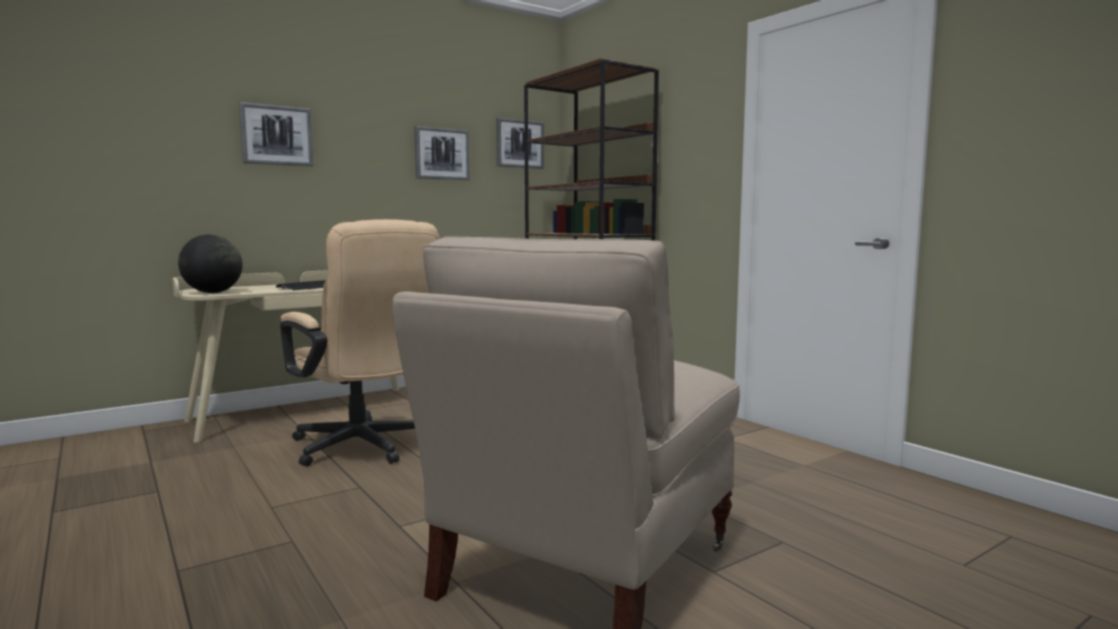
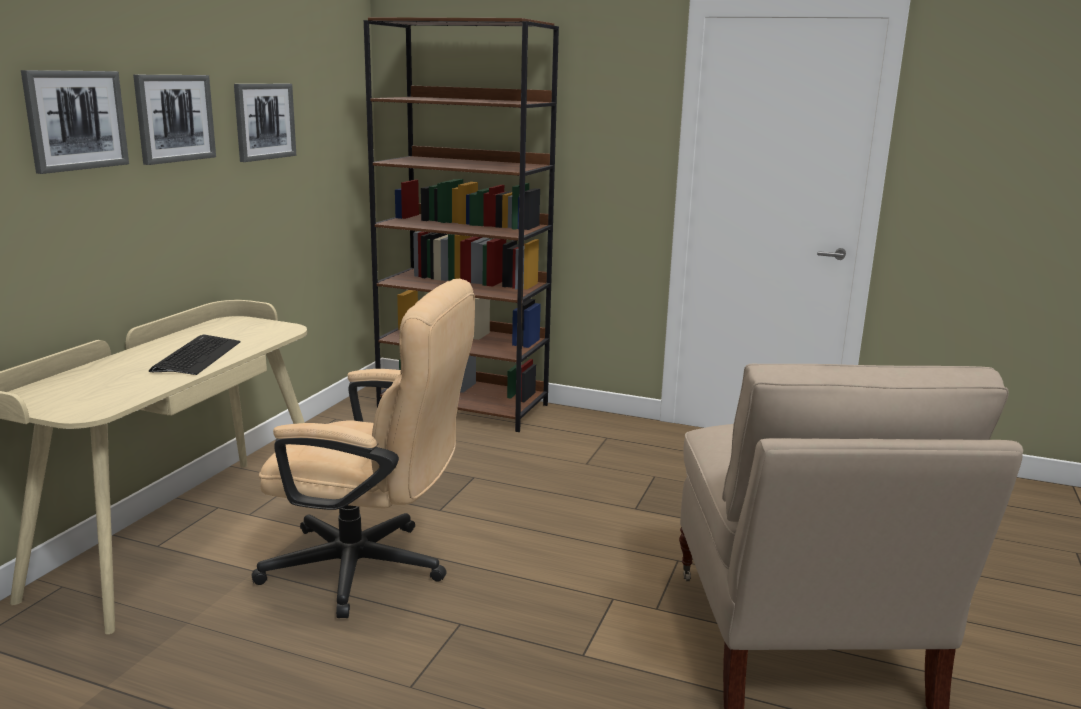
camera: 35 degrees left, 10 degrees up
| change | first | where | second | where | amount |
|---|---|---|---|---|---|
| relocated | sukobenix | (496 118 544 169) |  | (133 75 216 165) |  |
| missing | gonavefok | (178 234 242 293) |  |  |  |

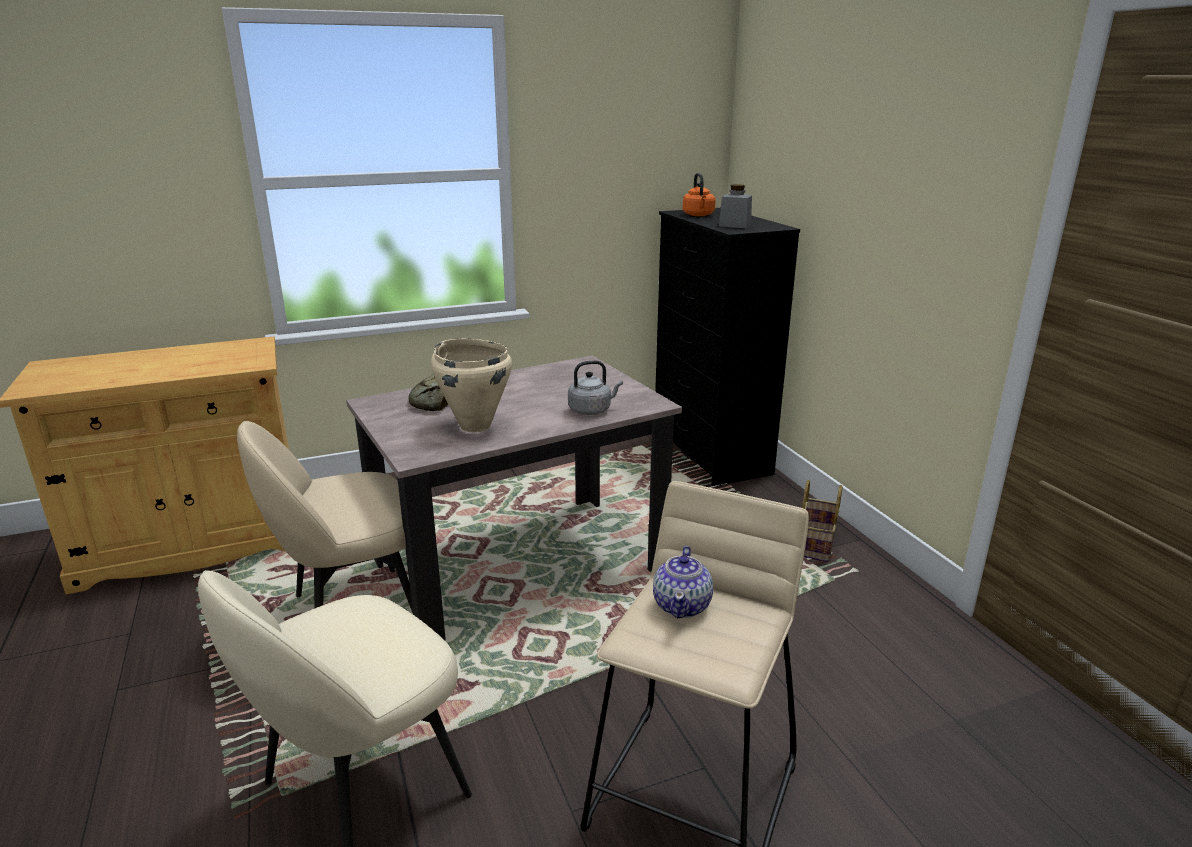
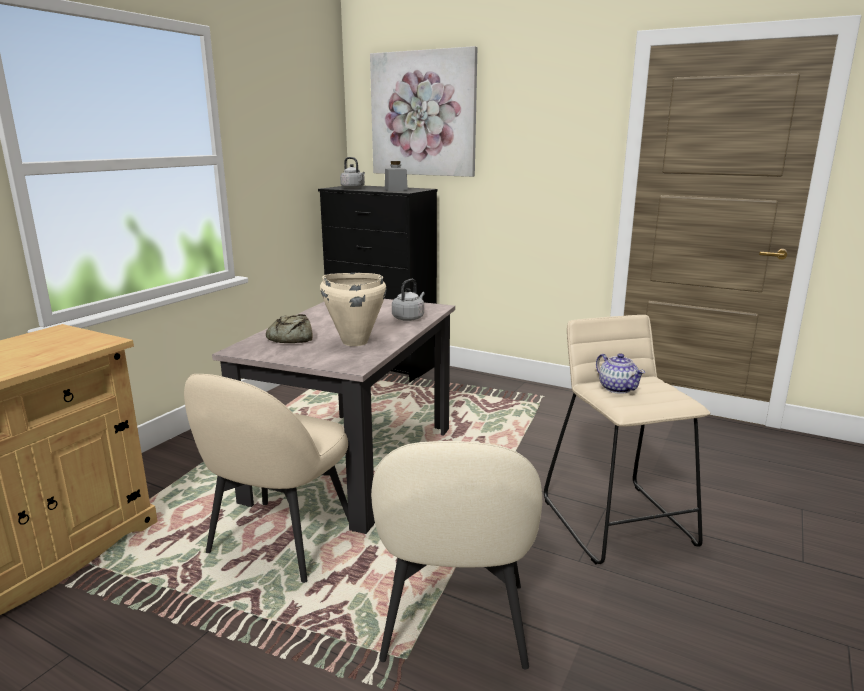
camera: 40 degrees left, 5 degrees down
| change | first | where | second | where | amount |
|---|---|---|---|---|---|
| colour | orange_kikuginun | (682 173 716 216) | grey_kikuginun | (340 157 365 189) |  |
| appeared |  |  | sukobenix | (370 46 477 177) |  |
| missing | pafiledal | (802 480 842 562) |  |  |  |

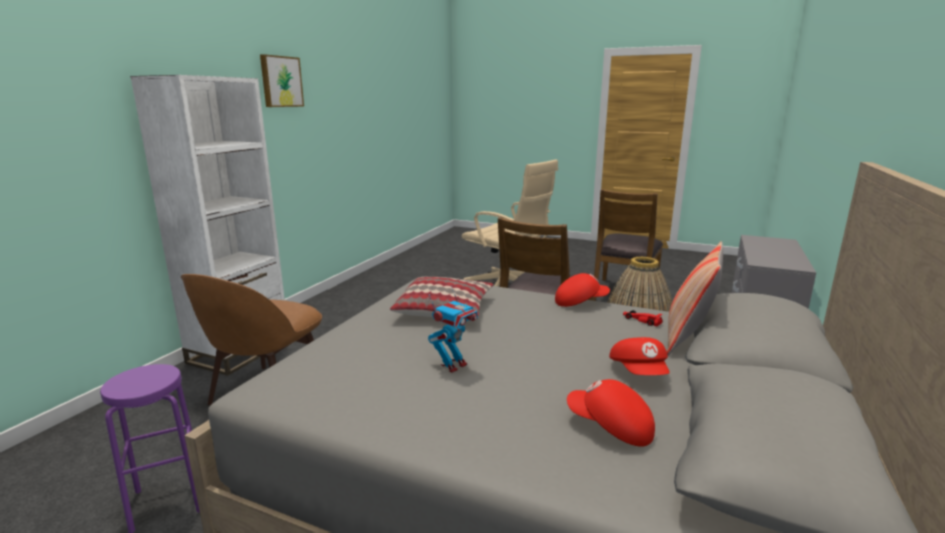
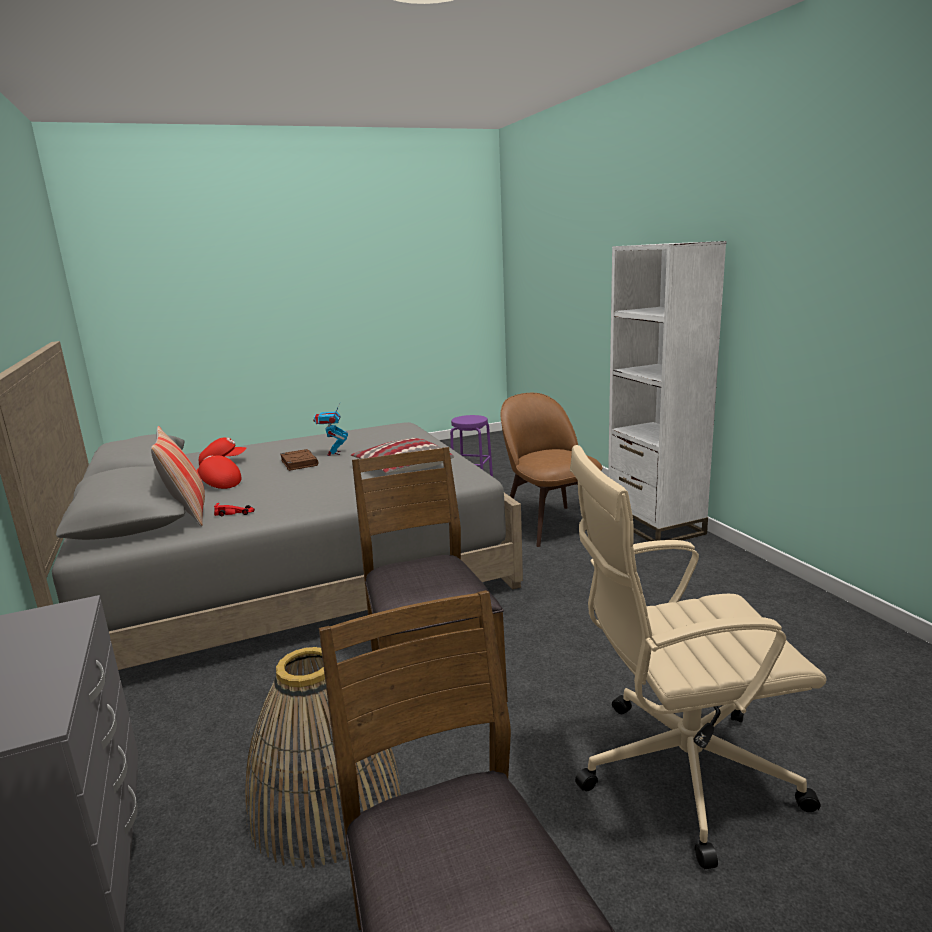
camera: 135 degrees right, 0 degrees up
| change | first | where | second | where | amount |
|---|---|---|---|---|---|
| appeared |  |  | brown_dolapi | (280 449 319 471) |  |
| missing | sukobenix | (260 54 304 107) |  |  |  |
| missing | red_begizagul | (555 273 610 307) |  |  |  |

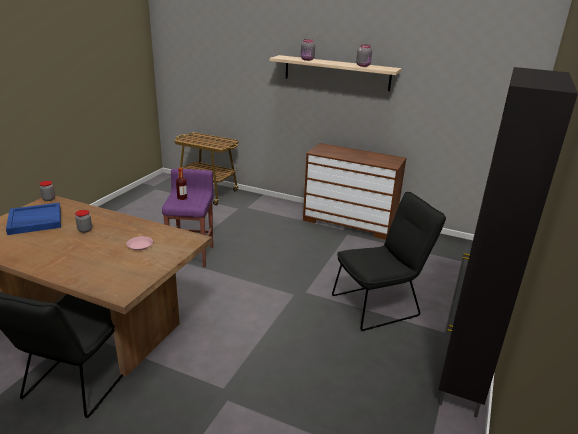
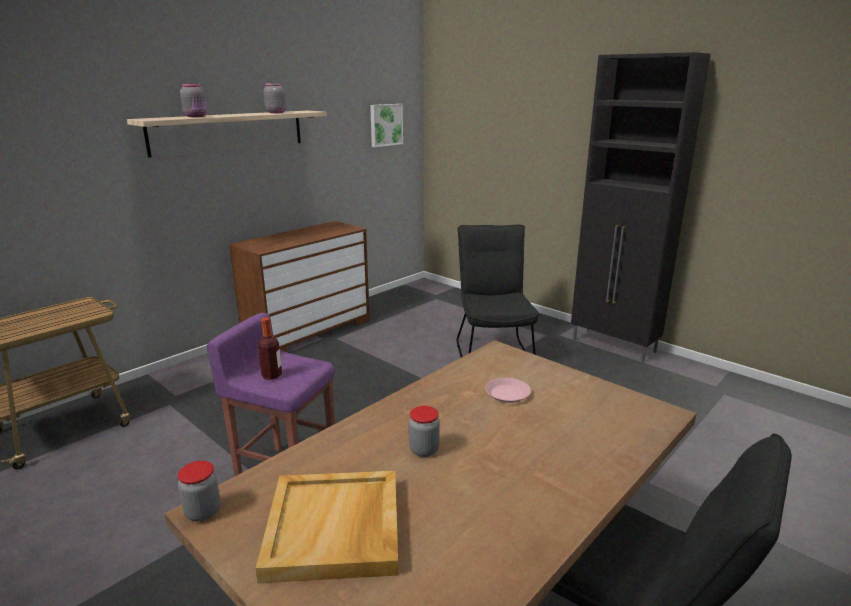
camera: 70 degrees left, 5 degrees down
| change | first | where | second | where | amount |
|---|---|---|---|---|---|
| colour | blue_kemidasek | (6 203 61 235) | beige_kemidasek | (255 471 398 583) |  |
| appeared |  |  | sukobenix | (370 104 403 147) |  |

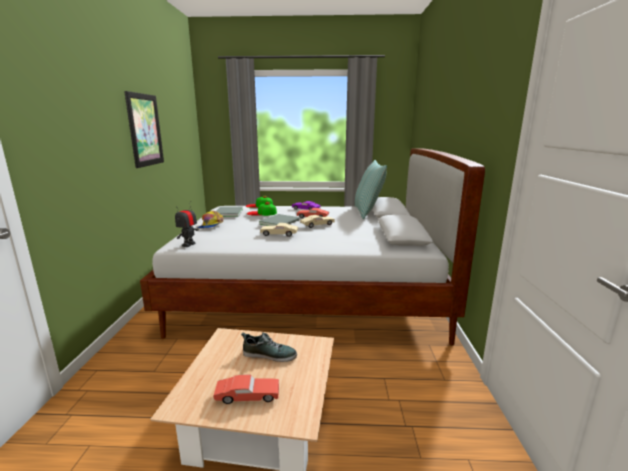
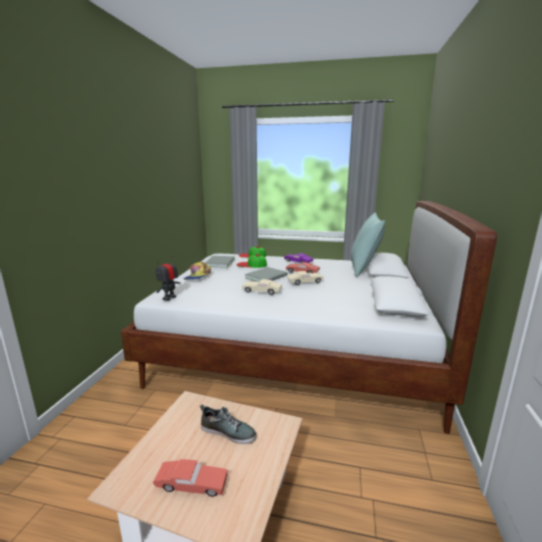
camera: 10 degrees right, 0 degrees up
| change | first | where | second | where | amount |
|---|---|---|---|---|---|
| missing | sukobenix | (124 91 164 168) |  |  |  |

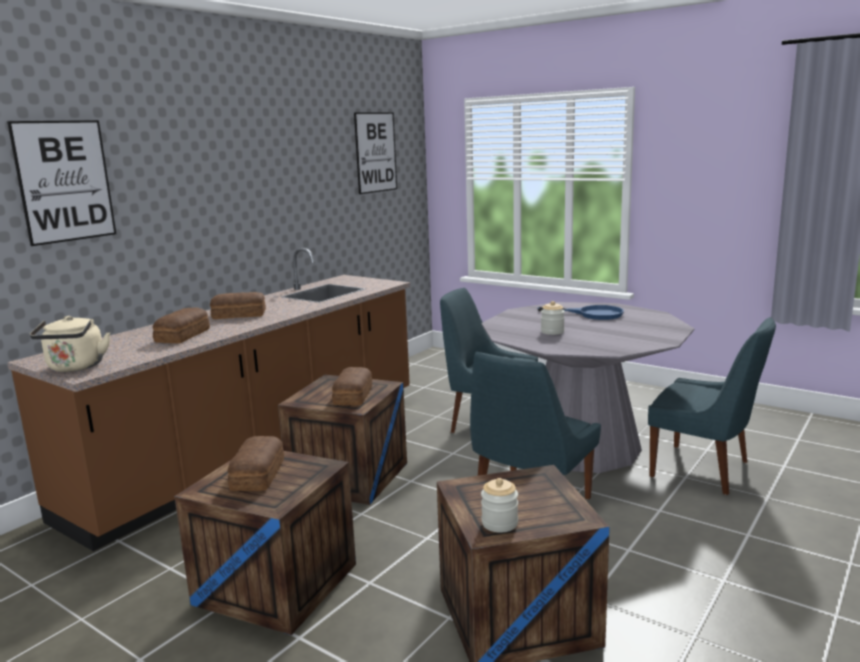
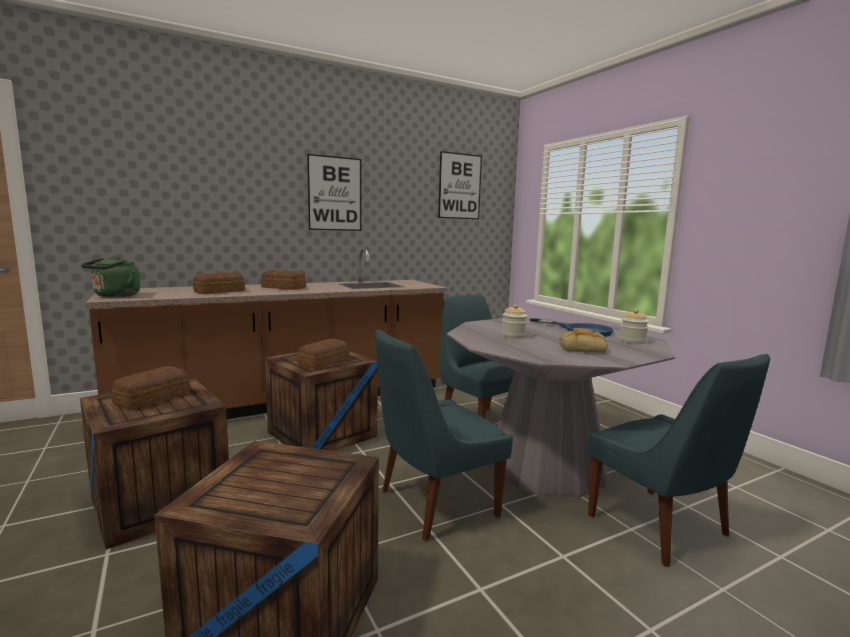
camera: 25 degrees right, 5 degrees down
| change | first | where | second | where | amount |
|---|---|---|---|---|---|
| colour | beige_kikuginun | (30 316 110 372) | green_kikuginun | (81 256 140 297) |  |
| relocated | sukobenix | (7 120 116 246) |  | (307 154 361 231) |  |
| appeared |  |  | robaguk | (559 328 608 353) |  |
| relocated | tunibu | (481 478 518 533) |  | (620 309 649 344) |  |

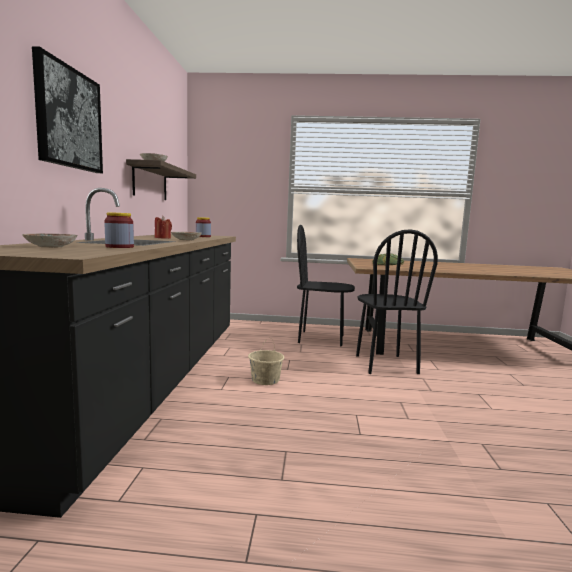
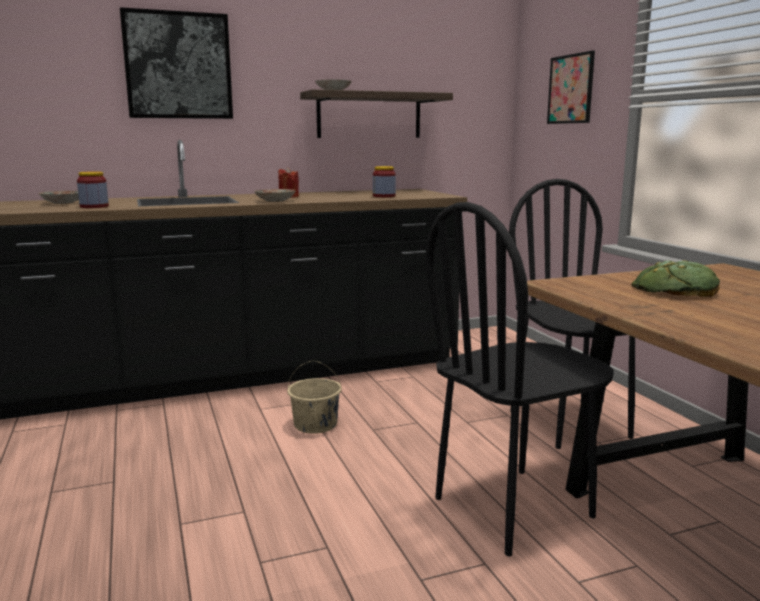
camera: 65 degrees right, 5 degrees up
| change | first | where | second | where | amount |
|---|---|---|---|---|---|
| appeared |  |  | sukobenix | (547 51 595 124) |  |

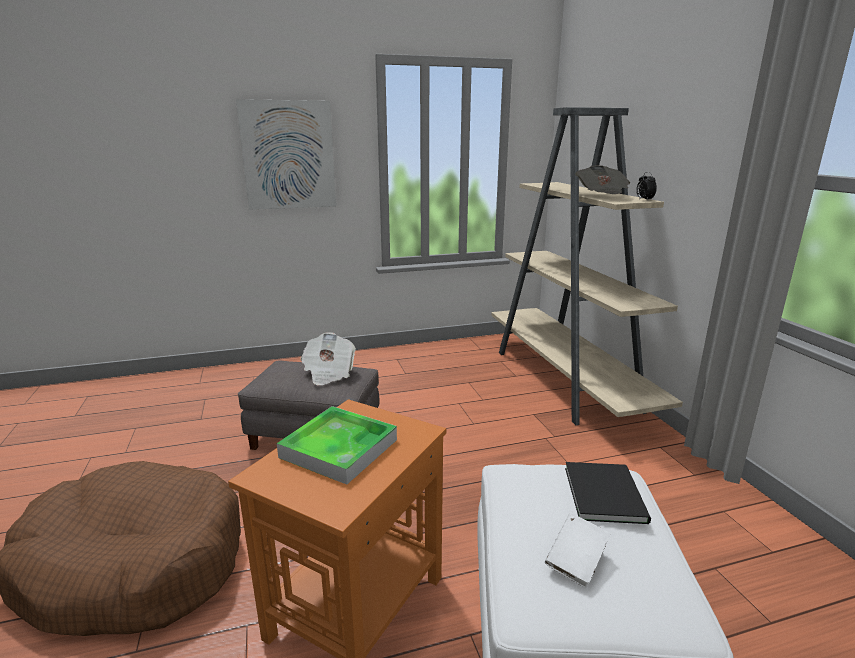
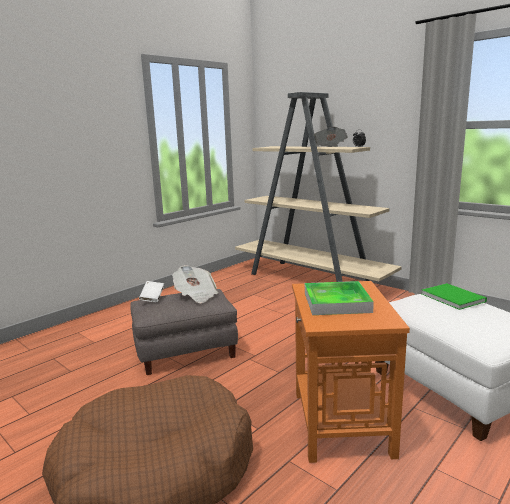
camera: 30 degrees left, 5 degrees down
| change | first | where | second | where | amount |
|---|---|---|---|---|---|
| relocated | white_dolapi | (545 513 610 587) |  | (139 281 164 302) |  |
| colour | black_dolapi | (565 462 651 524) | green_dolapi | (422 283 487 310) |  |
| missing | sukobenix | (236 99 336 210) |  |  |  |

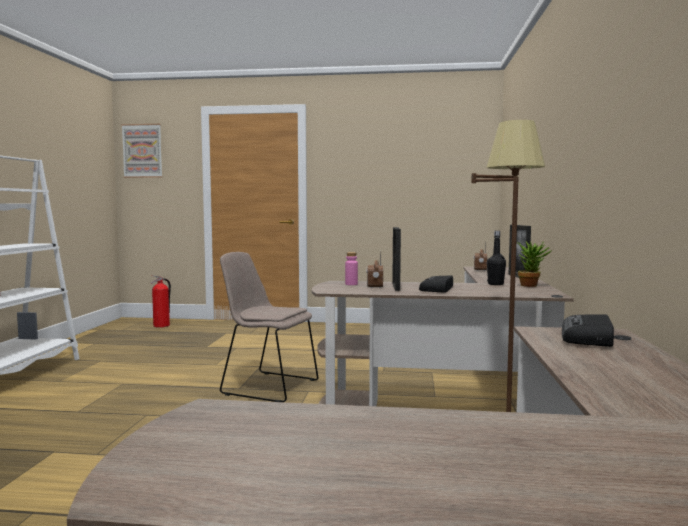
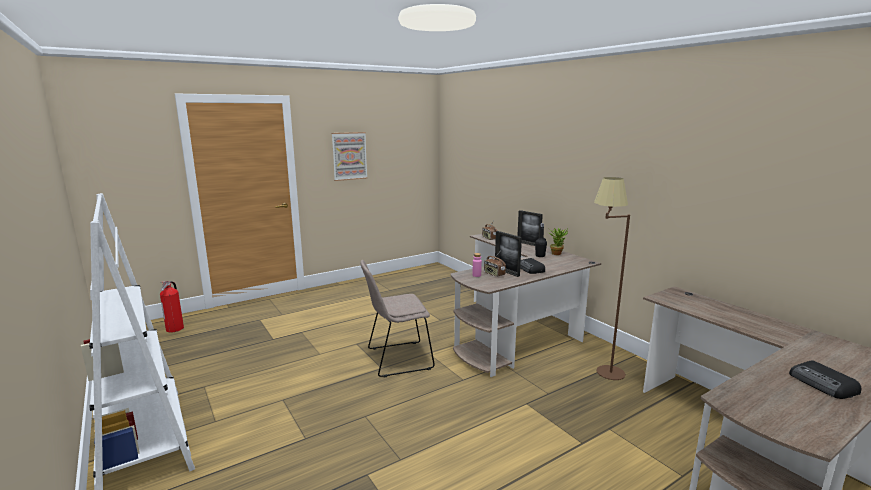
camera: 40 degrees left, 10 degrees up
| change | first | where | second | where | amount |
|---|---|---|---|---|---|
| relocated | sukobenix | (121 124 163 178) |  | (332 132 368 181) |  |
| relocated | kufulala | (562 315 614 347) |  | (789 360 861 399) |  |

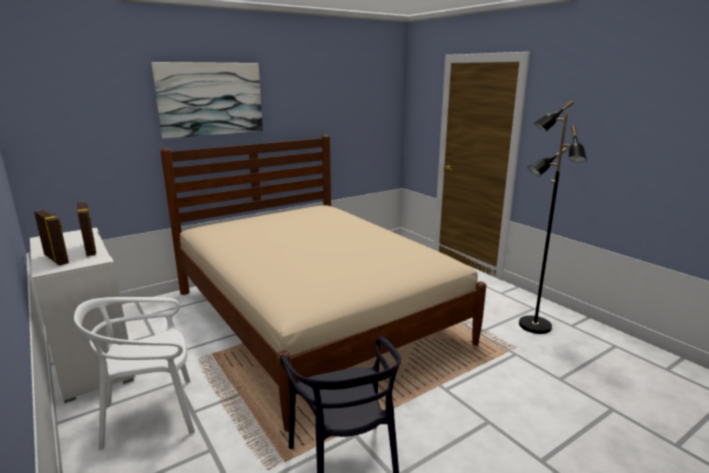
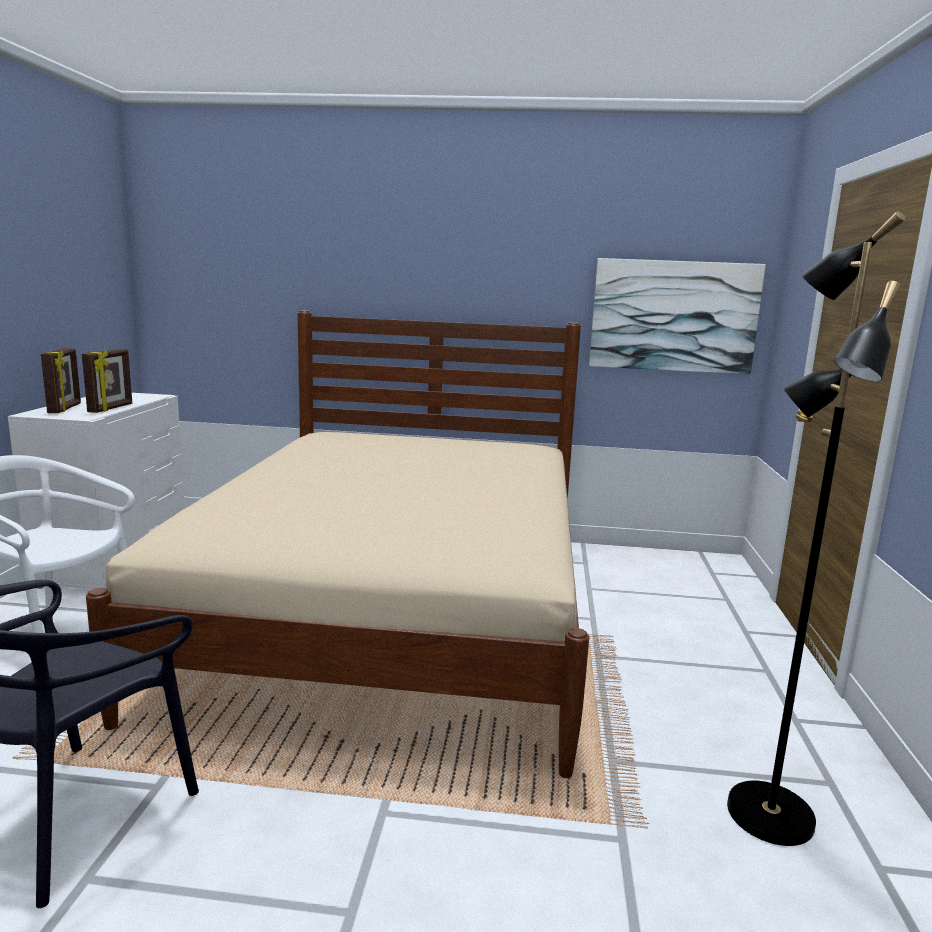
camera: 40 degrees right, 5 degrees down
| change | first | where | second | where | amount |
|---|---|---|---|---|---|
| relocated | sukobenix | (151 62 263 139) |  | (589 258 766 374) |  |

